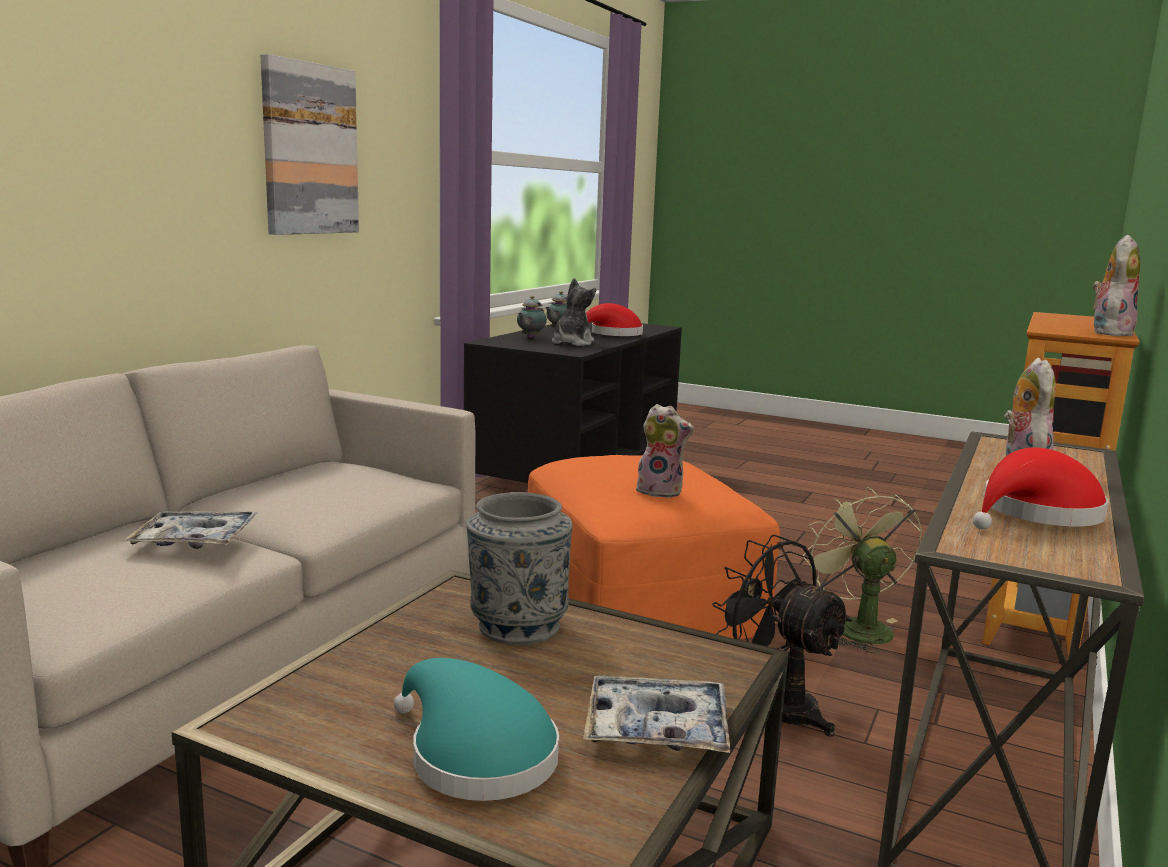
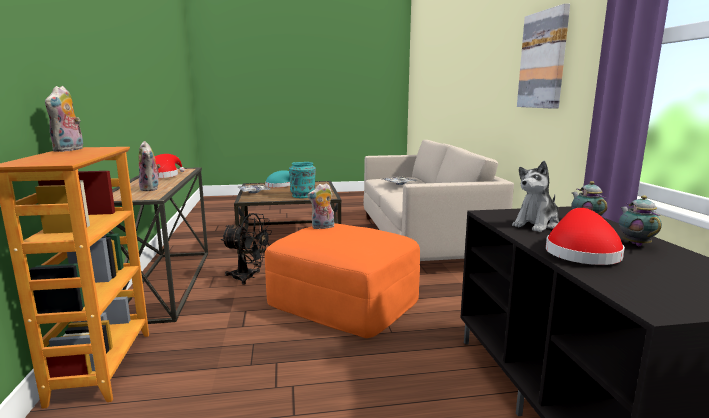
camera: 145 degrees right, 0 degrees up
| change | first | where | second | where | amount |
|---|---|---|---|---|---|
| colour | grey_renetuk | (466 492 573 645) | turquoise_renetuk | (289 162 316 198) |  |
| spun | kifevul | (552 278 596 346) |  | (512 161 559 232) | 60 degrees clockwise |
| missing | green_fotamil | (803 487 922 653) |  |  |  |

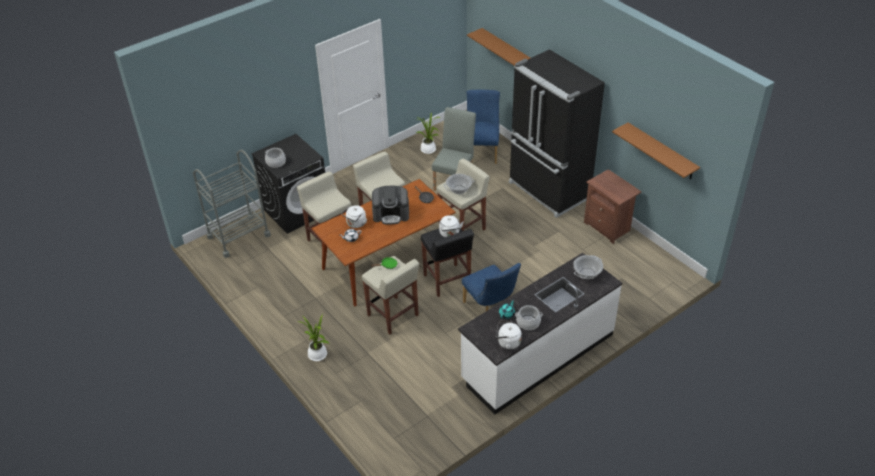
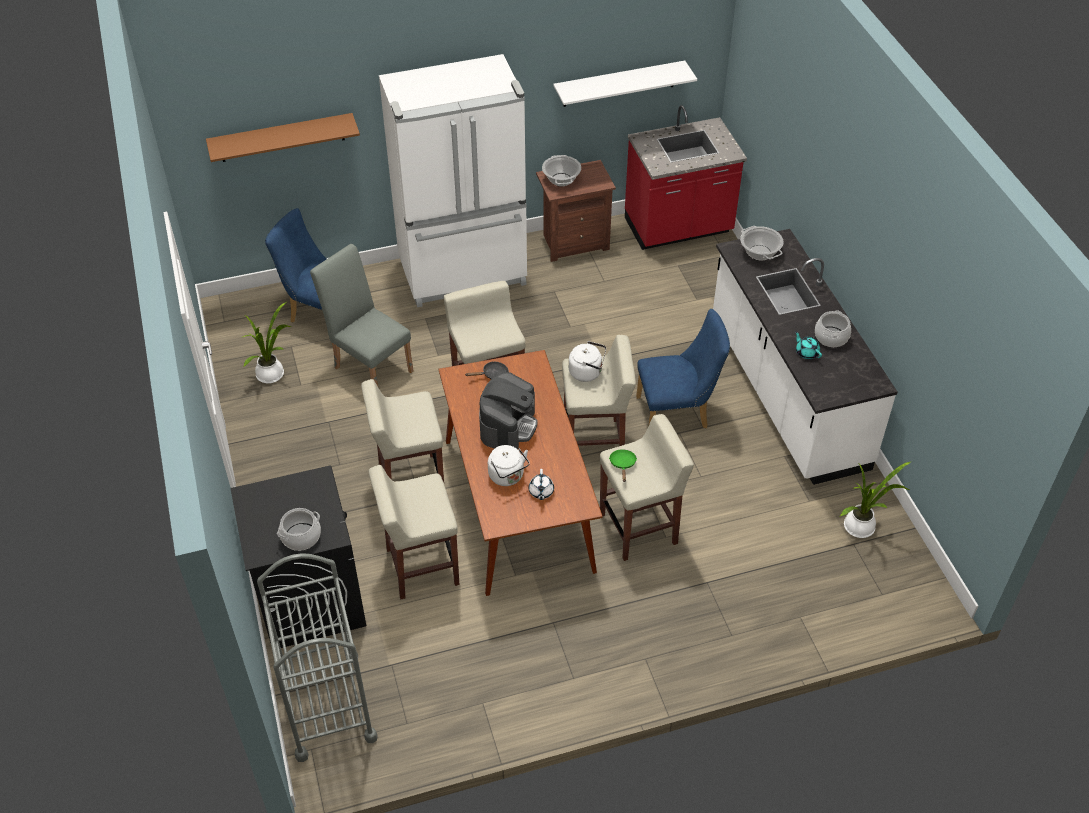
camera: 70 degrees left, 5 degrees up
| change | first | where | second | where | amount |
|---|---|---|---|---|---|
| colour | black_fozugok | (509 49 605 218) | white_fozugok | (379 54 527 307) |  |
| relocated | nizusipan | (444 174 474 194) |  | (542 155 581 186) |  |
| colour | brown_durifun | (612 123 700 179) | white_durifun | (554 61 697 107) |  |
| colour | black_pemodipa | (421 229 474 297) | beige_pemodipa | (562 335 636 446) |  |
| appeared |  |  | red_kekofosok | (625 105 747 250) |  |
| relocated | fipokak | (298 314 329 361) |  | (840 462 910 538) |  |
| missing | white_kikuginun | (496 321 522 350) |  |  |  |

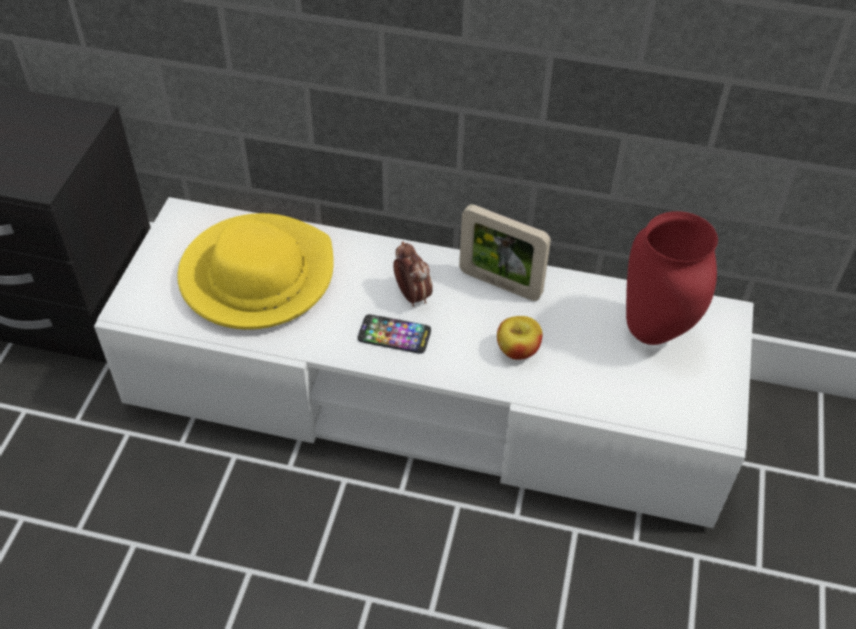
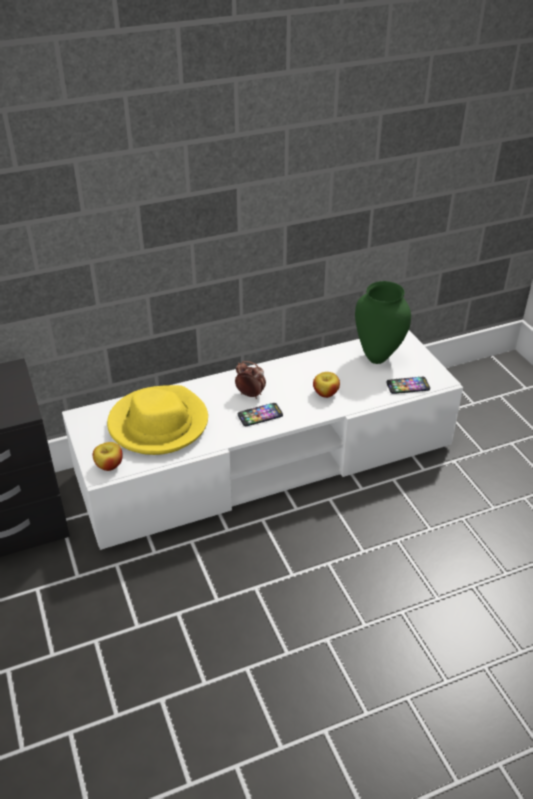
camera: 35 degrees left, 10 degrees down
| change | first | where | second | where | amount |
|---|---|---|---|---|---|
| appeared |  |  | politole | (93 442 123 471) |  |
| colour | red_renetuk | (626 211 718 345) | green_renetuk | (355 281 411 364) |  |
| appeared |  |  | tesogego | (387 377 430 394) |  |
| missing | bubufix | (459 204 551 301) |  |  |  |

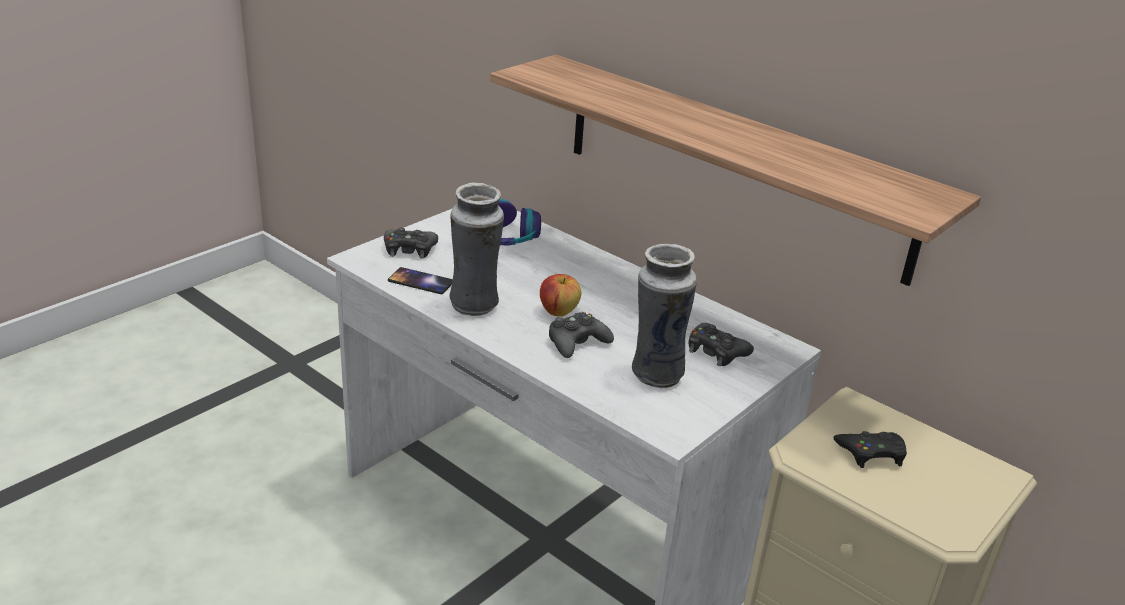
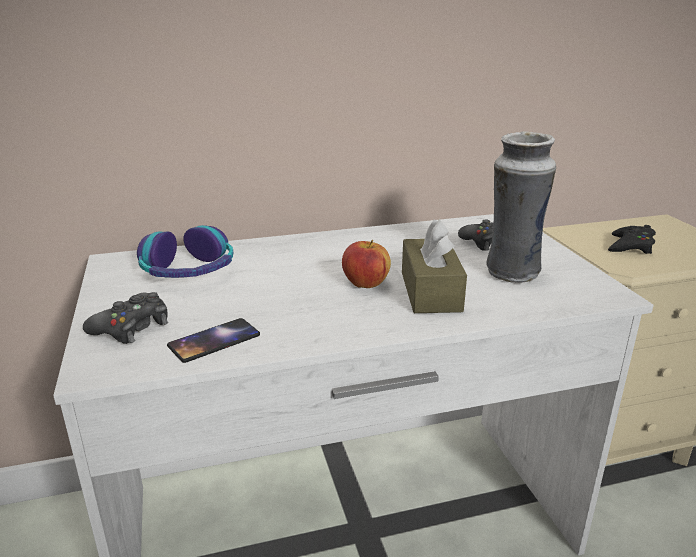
camera: 55 degrees left, 5 degrees down
| change | first | where | second | where | amount |
|---|---|---|---|---|---|
| exchanged | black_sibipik | (549 312 614 358) | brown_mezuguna | (402 219 467 313) |  |
| missing | renetuk | (449 182 504 316) |  |  |  |
| missing | durifun | (490 55 981 286) |  |  |  |

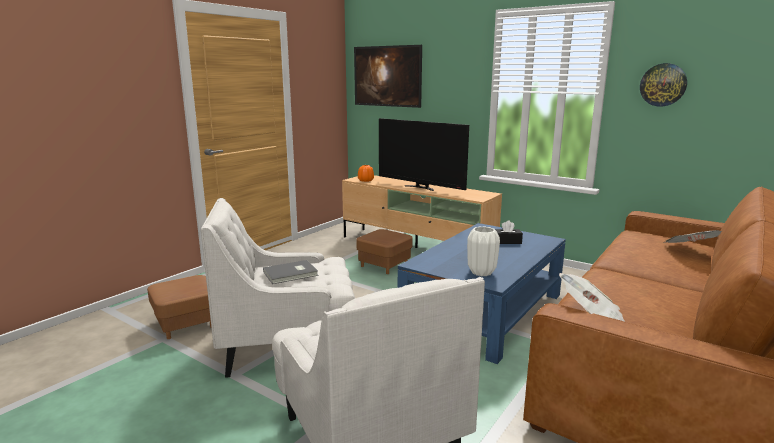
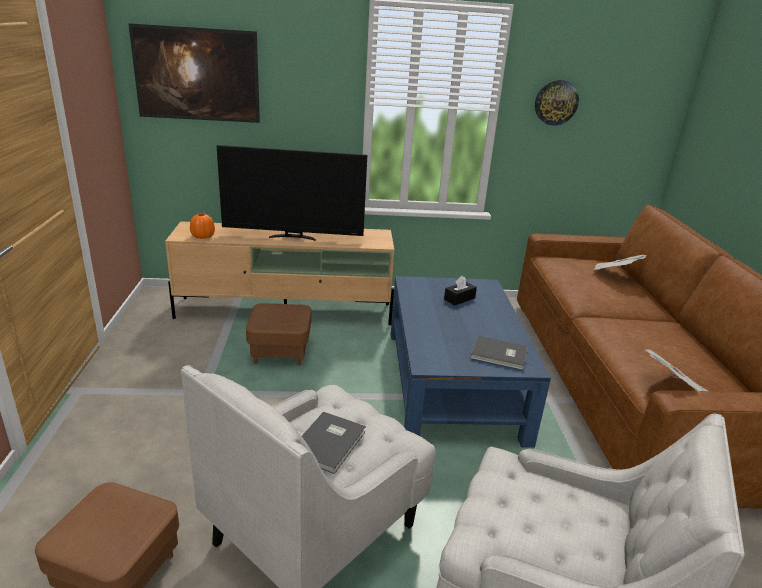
camera: 40 degrees left, 10 degrees up
| change | first | where | second | where | amount |
|---|---|---|---|---|---|
| exchanged | white_renetuk | (467 226 500 276) | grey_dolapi | (470 336 528 370) |  |

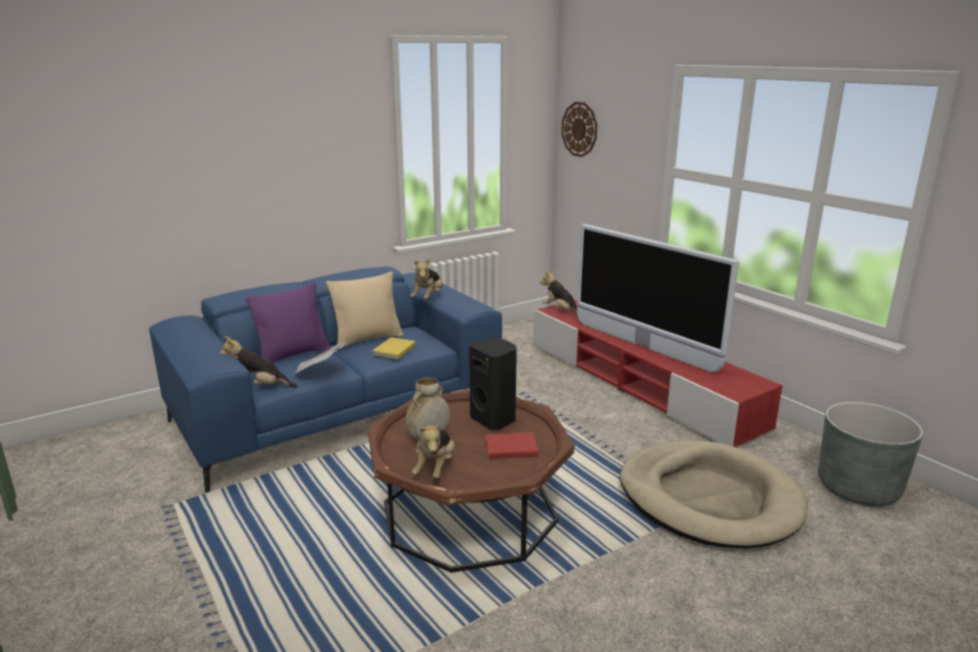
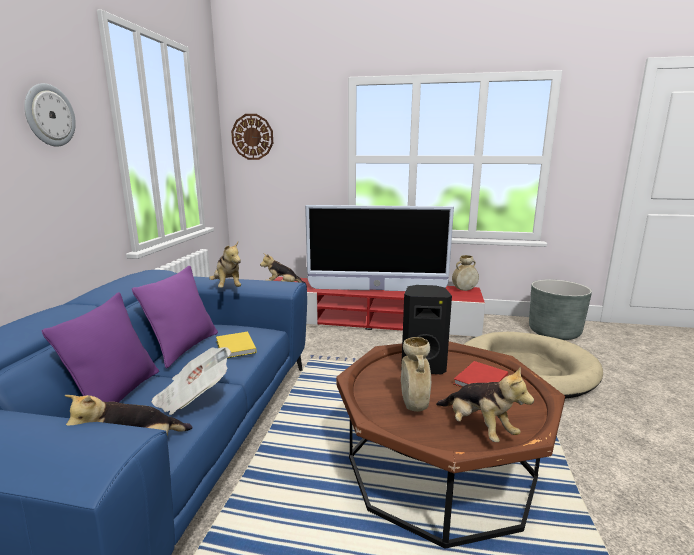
camera: 45 degrees left, 5 degrees down
| change | first | where | second | where | amount |
|---|---|---|---|---|---|
| appeared |  |  | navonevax | (24 83 76 147) |  |
| colour | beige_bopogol | (326 272 403 347) | purple_bopogol | (132 266 218 369) |  |
| appeared |  |  | beige_renetuk | (452 255 479 291) |  |

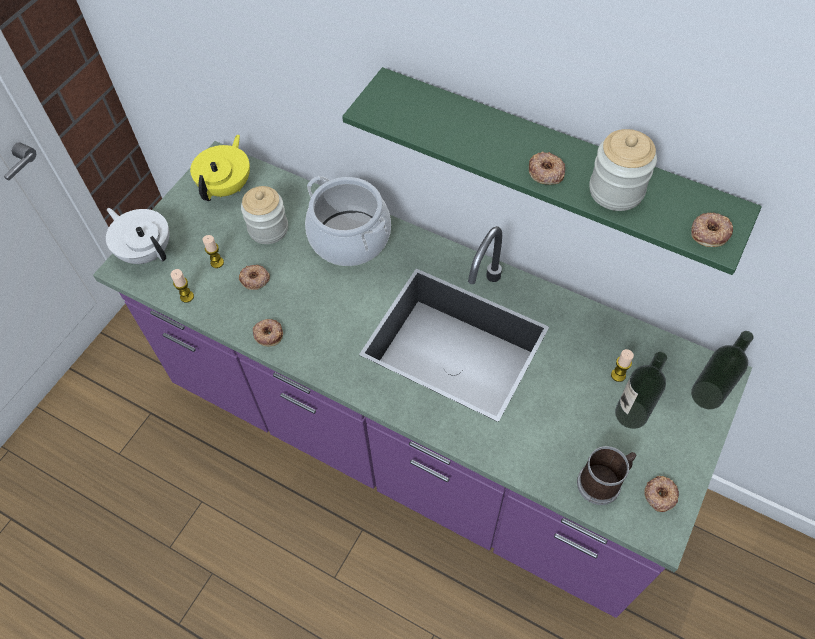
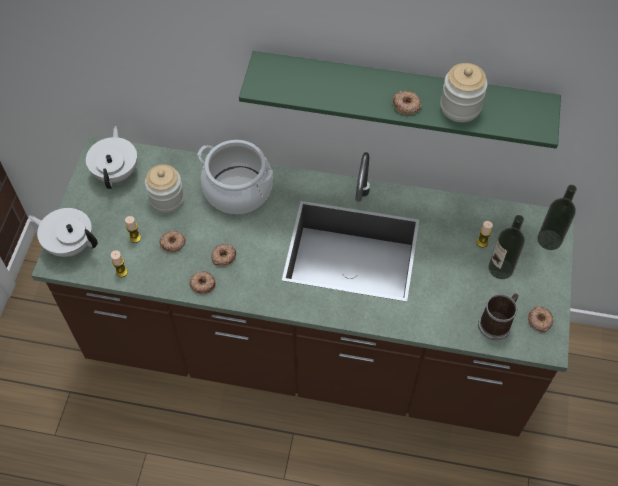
camera: 20 degrees left, 0 degrees up
| change | first | where | second | where | amount |
|---|---|---|---|---|---|
| colour | purple_kekofosok | (93 141 752 618) | brown_kekofosok | (32 136 574 437) |  |
| colour | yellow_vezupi | (190 134 250 201) | white_vezupi | (86 126 137 189) |  |
| relocated | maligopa | (691 213 733 247) |  | (211 244 236 267) |  |

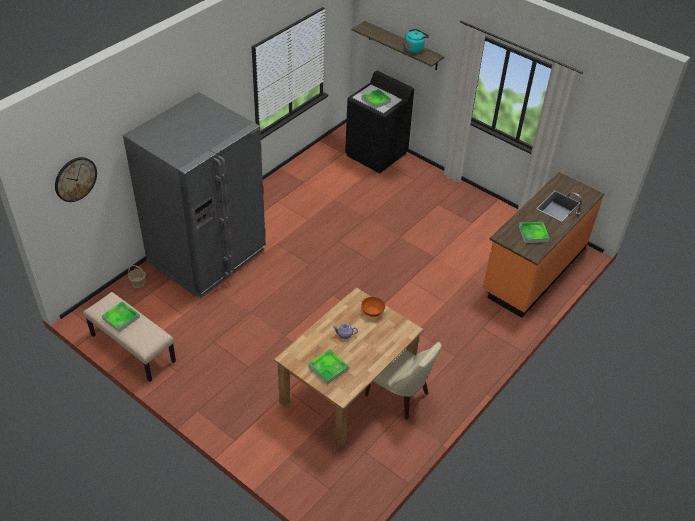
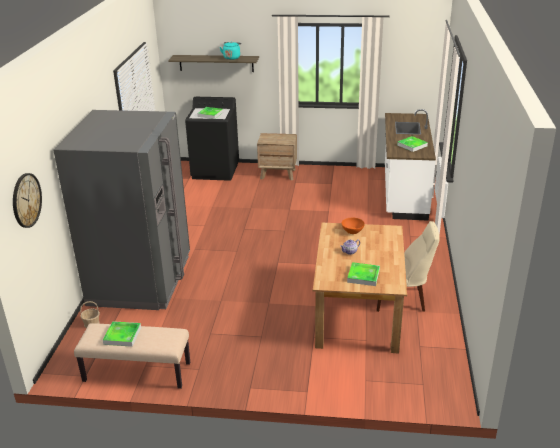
camera: 30 degrees left, 15 degrees down
| change | first | where | second | where | amount |
|---|---|---|---|---|---|
| appeared |  |  | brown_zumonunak | (257 133 297 180) |  |
| colour | orange_kekofosok | (483 172 604 318) | white_kekofosok | (385 109 436 221) |  |

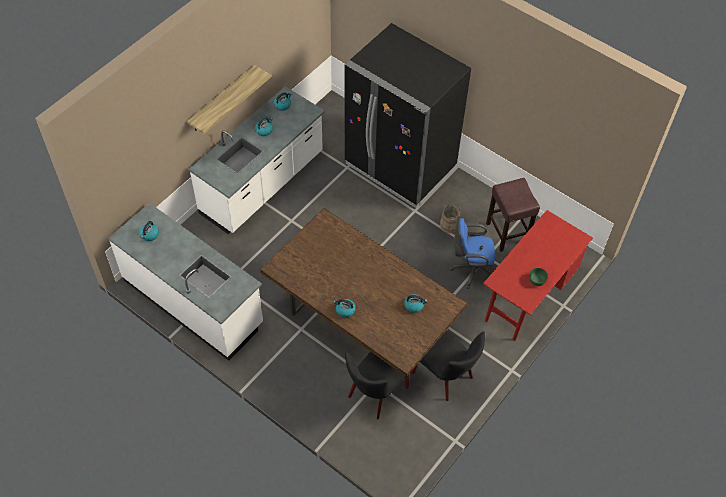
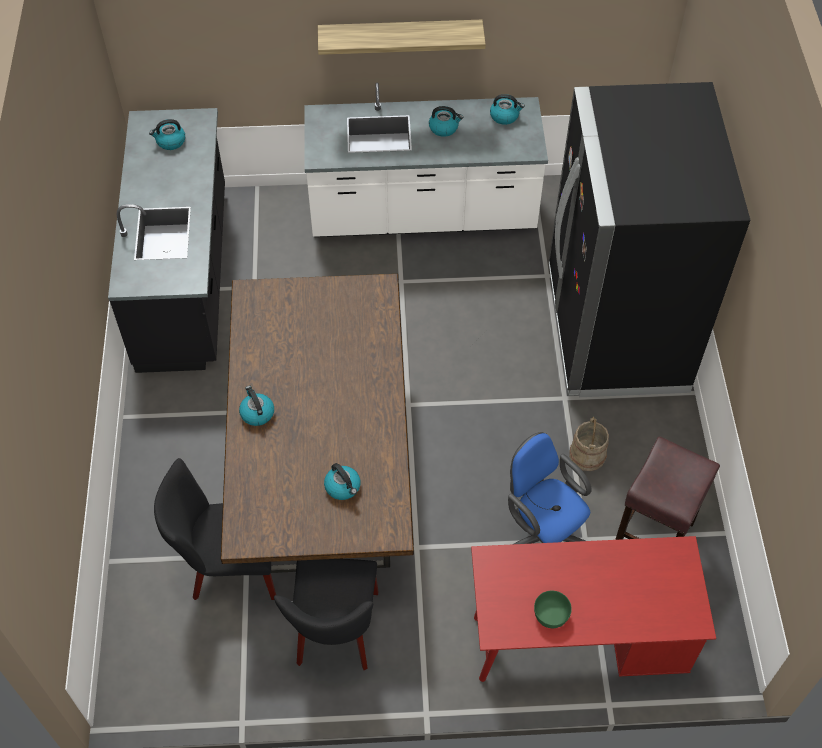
camera: 50 degrees right, 0 degrees up
| change | first | where | second | where | amount |
|---|---|---|---|---|---|
| colour | white_kekofosok | (108 203 263 361) | black_kekofosok | (108 108 225 373) |  |

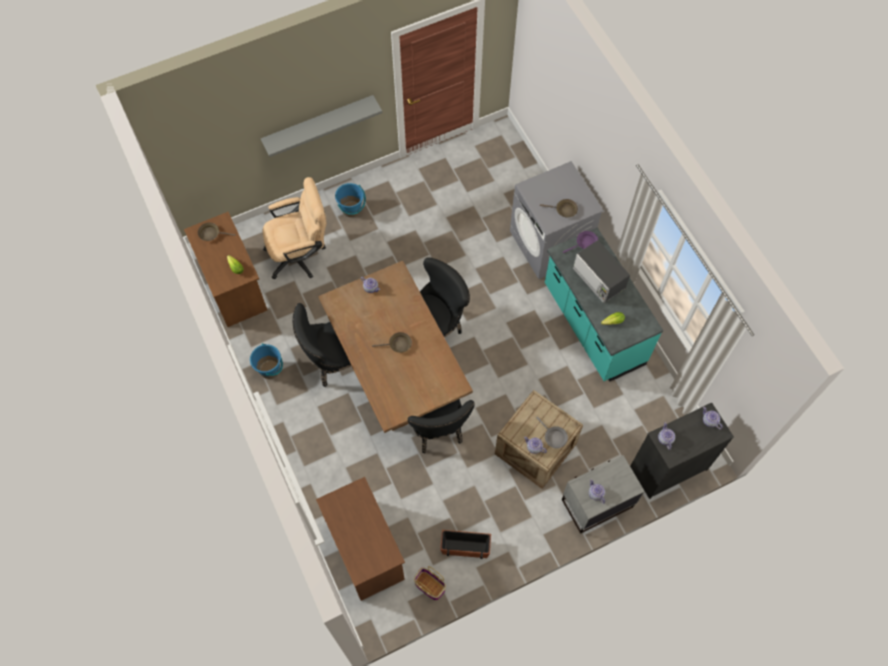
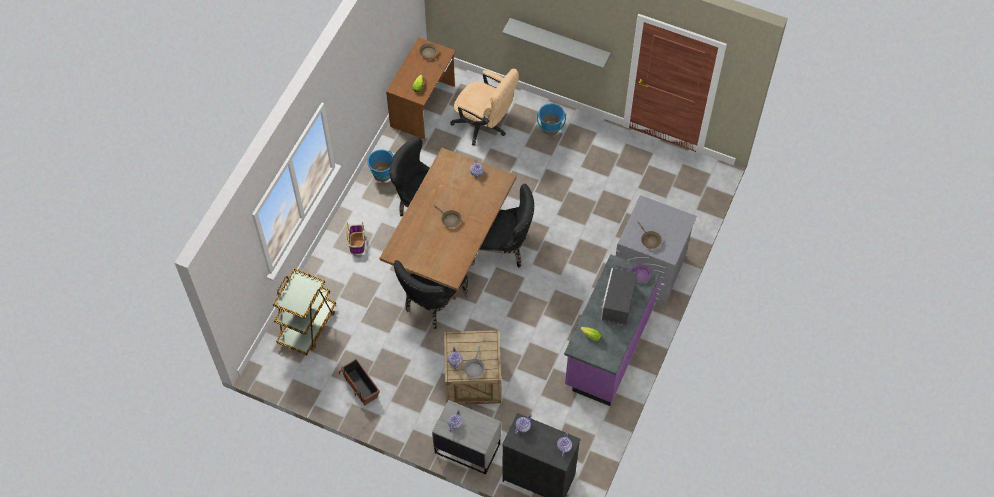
camera: 50 degrees right, 5 degrees down
| change | first | where | second | where | amount |
|---|---|---|---|---|---|
| exchanged | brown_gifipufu | (316 477 405 601) | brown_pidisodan | (273 268 336 355) |  |
| relocated | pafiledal | (414 566 446 600) |  | (346 222 365 254) |  |
| colour | turquoise_kekofosok | (545 228 663 382) | purple_kekofosok | (564 254 661 406) |  |

